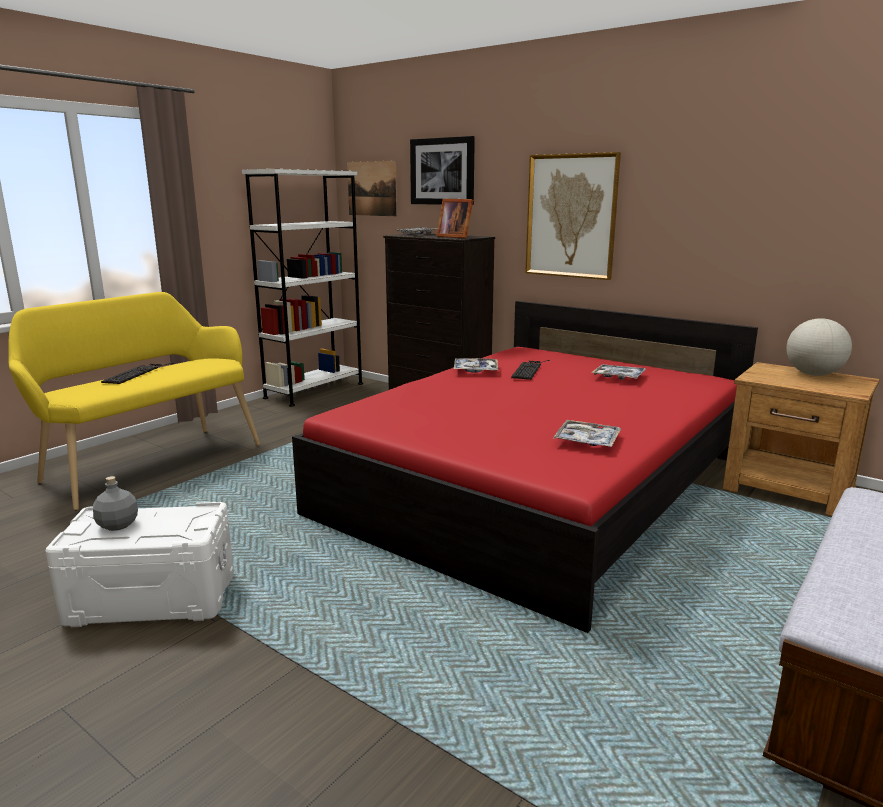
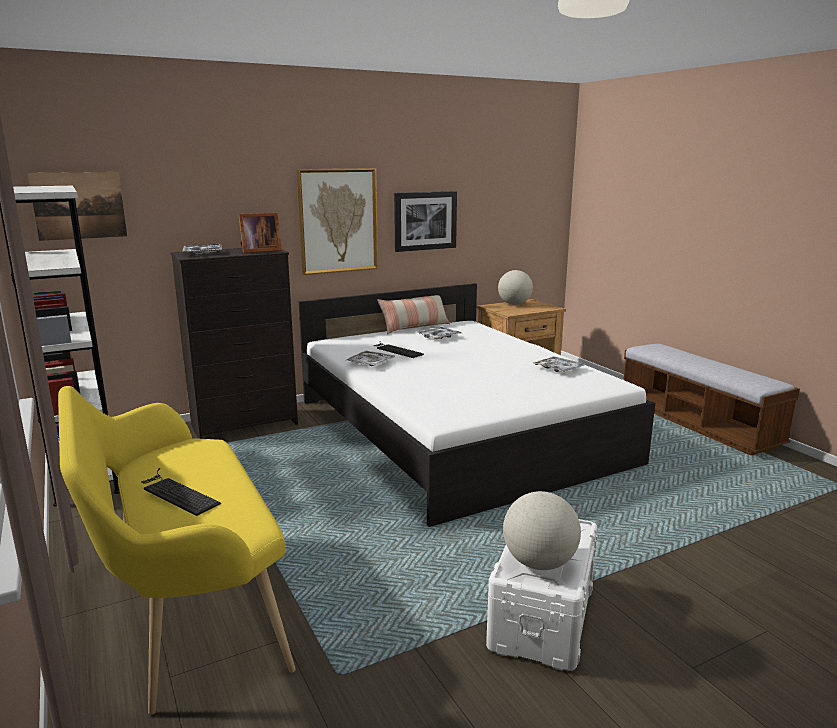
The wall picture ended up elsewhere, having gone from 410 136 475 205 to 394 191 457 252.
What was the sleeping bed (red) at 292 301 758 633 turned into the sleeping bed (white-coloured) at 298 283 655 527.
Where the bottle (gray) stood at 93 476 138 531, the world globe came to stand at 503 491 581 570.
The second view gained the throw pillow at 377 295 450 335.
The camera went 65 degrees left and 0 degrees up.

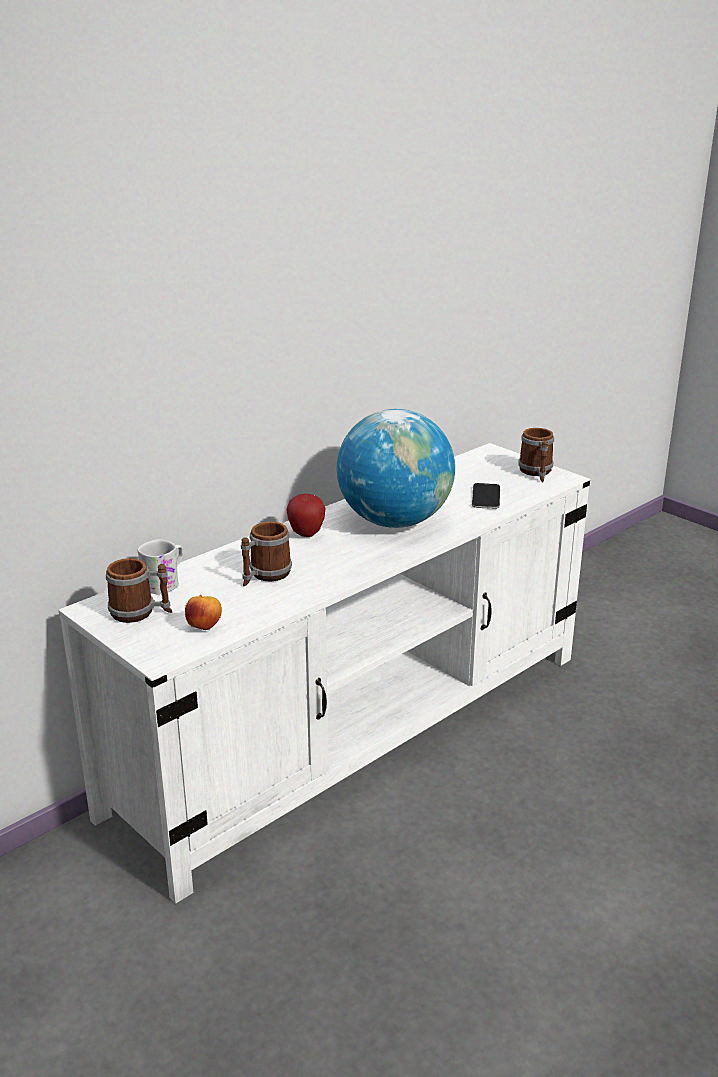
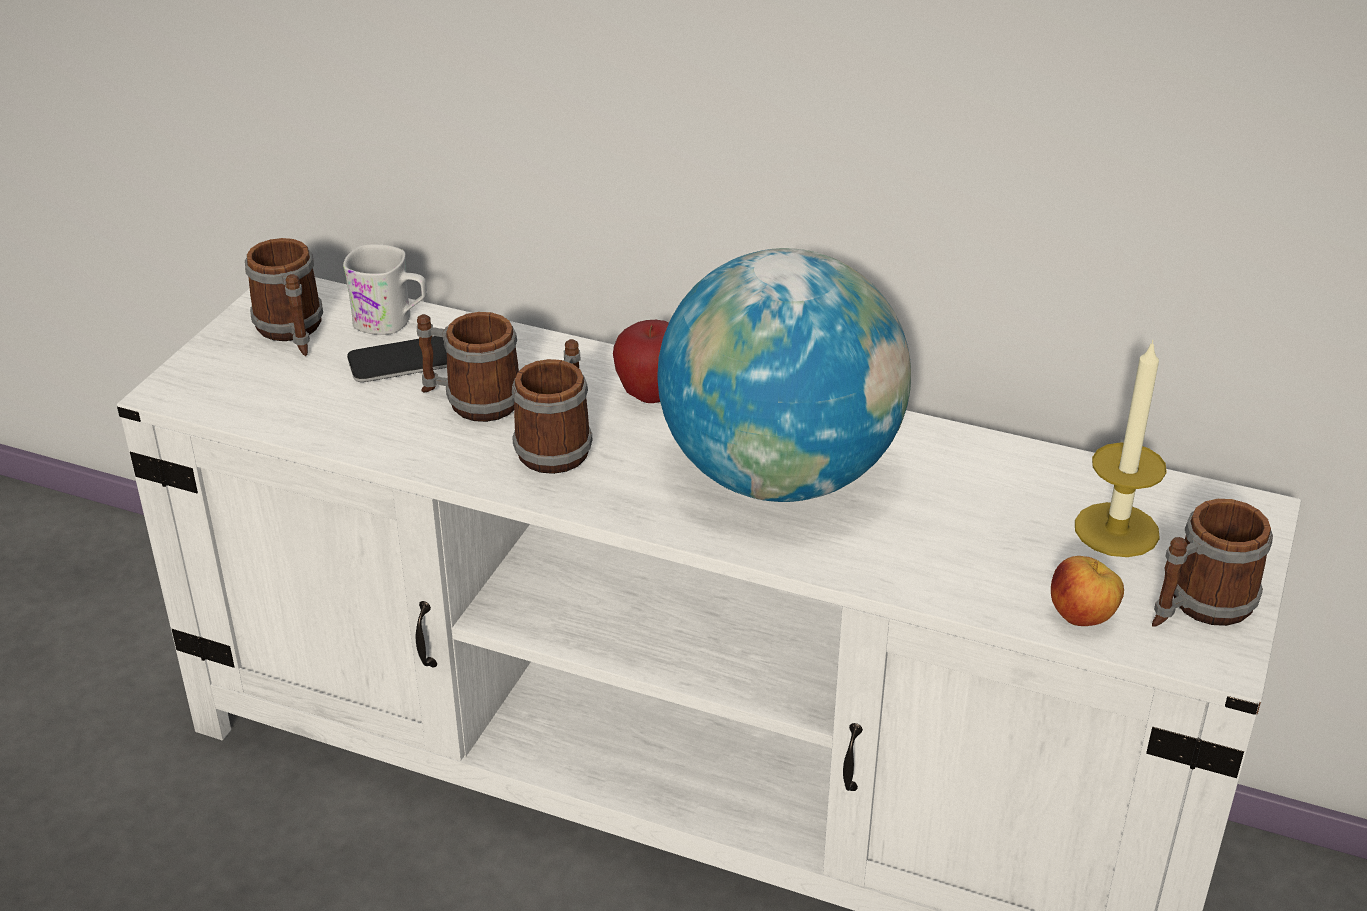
The handset ended up elsewhere, having gone from 472 483 500 509 to 347 336 447 382.
The apple ended up elsewhere, having gone from 185 595 222 630 to 1051 556 1124 626.
The second view gained the tea mug at 512 339 592 474.
The second view gained the wax light at 1075 340 1167 557.
The camera went 65 degrees right and 10 degrees up.

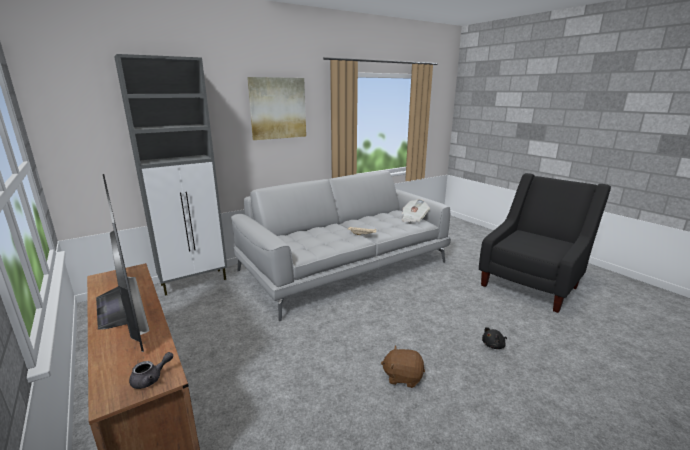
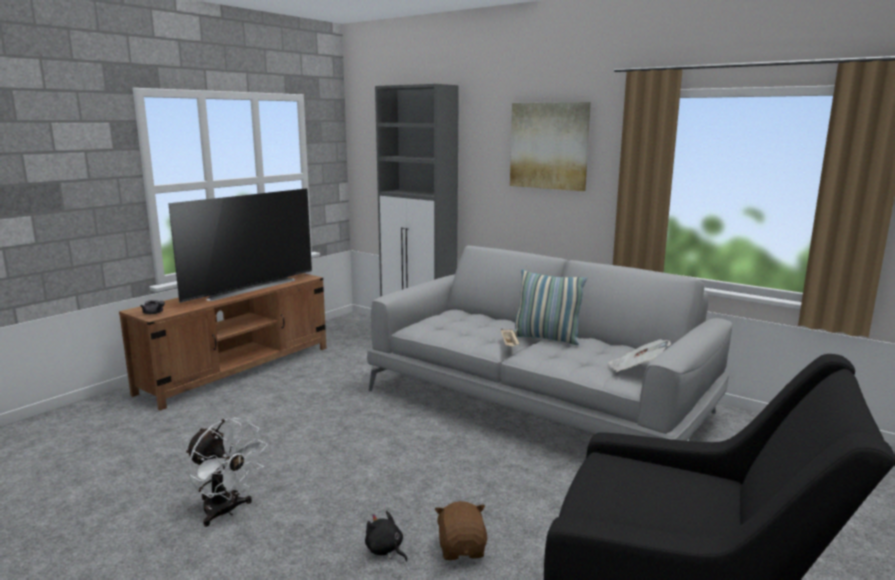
The soft toy (brownish) ended up elsewhere, having gone from 381 346 425 388 to 435 501 487 560.
The second view gained the throw pillow at 514 269 587 345.
The second view gained the fan (white-coloured) at 186 418 268 527.
The camera went 70 degrees right and 5 degrees down.

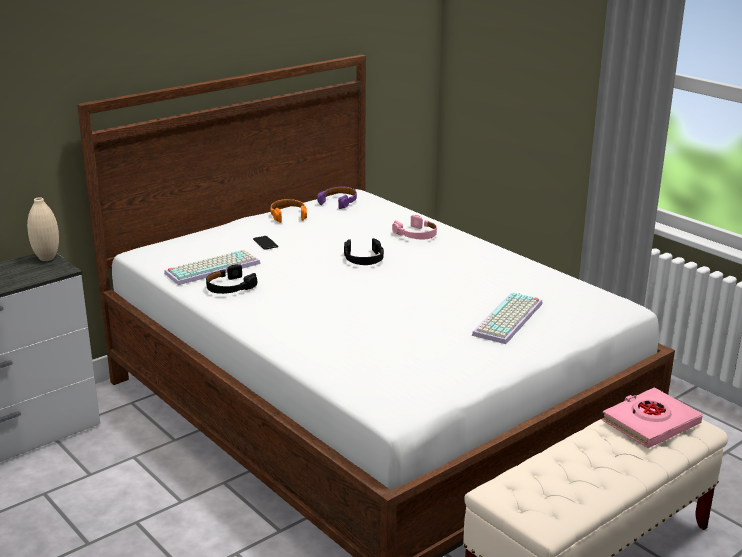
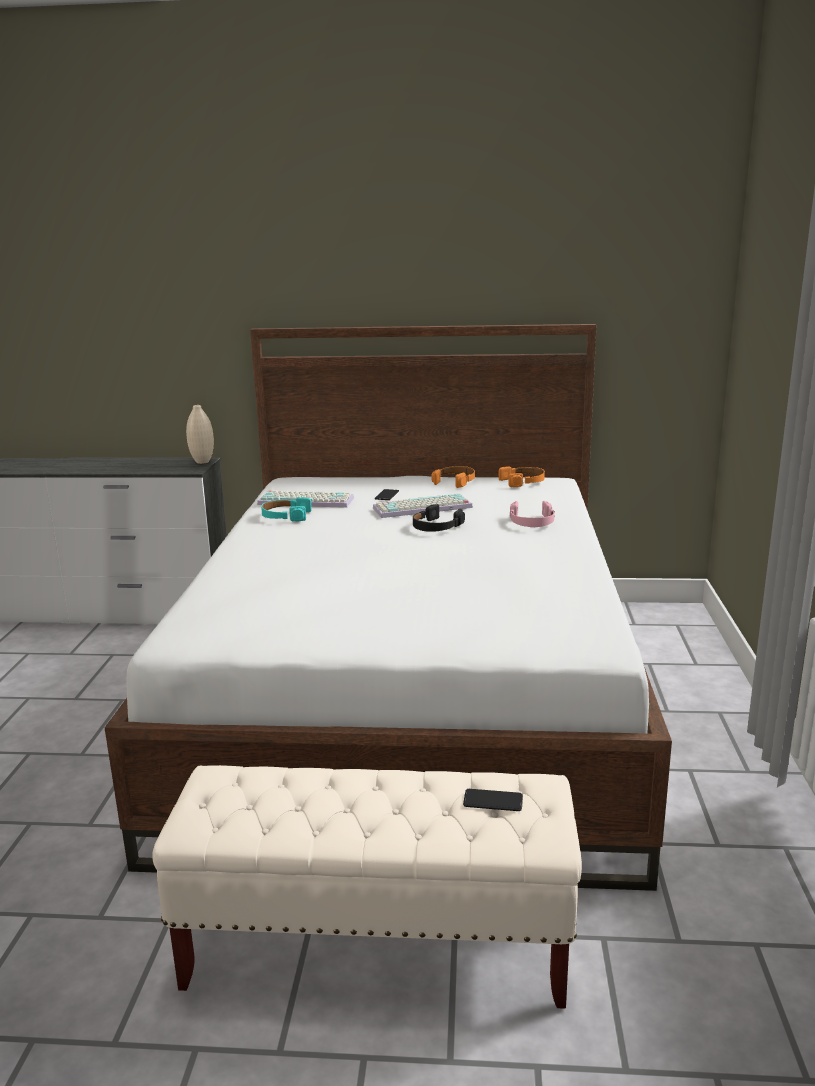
What was the pair of headphones (purple-coloured) at 317 187 357 209 turned into the pair of headphones (orange) at 498 466 545 487.
What was the pair of headphones (black) at 206 264 257 294 turned into the pair of headphones (turquoise-coloured) at 261 497 312 521.
The keyboard ended up elsewhere, having gone from 472 292 543 344 to 373 494 473 518.
Where the volume (pink) stood at 601 387 703 448, the handset came to stand at 463 789 523 811.
The camera went 45 degrees right and 5 degrees down.

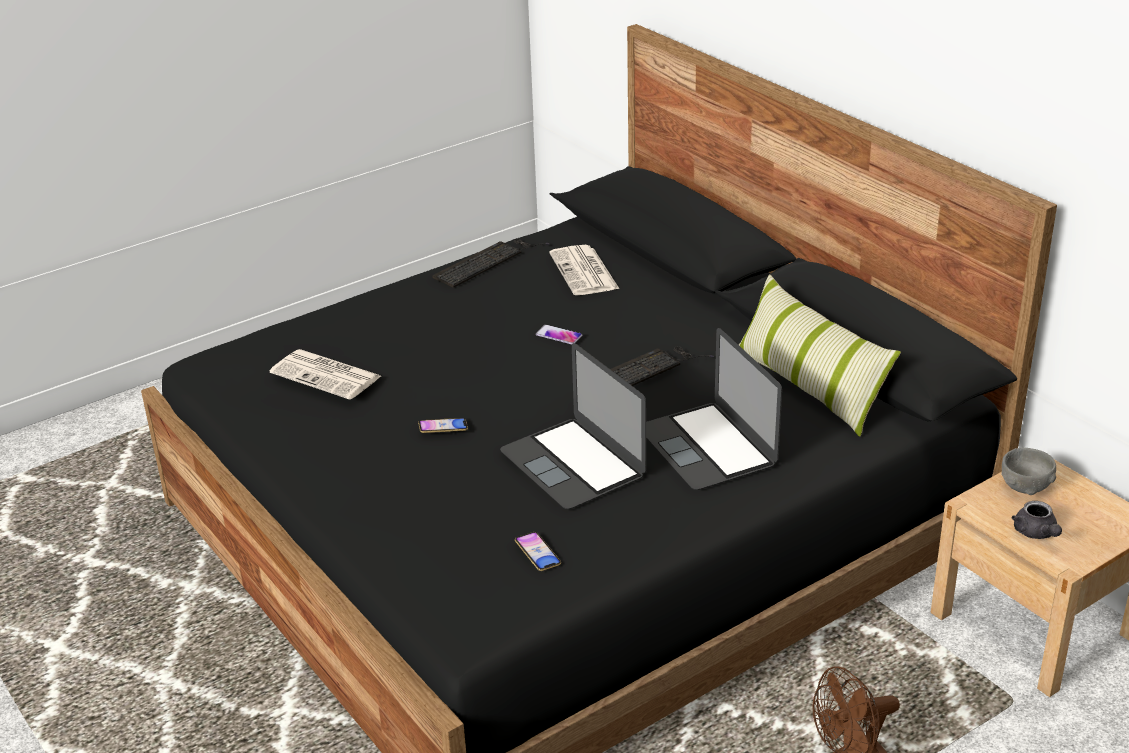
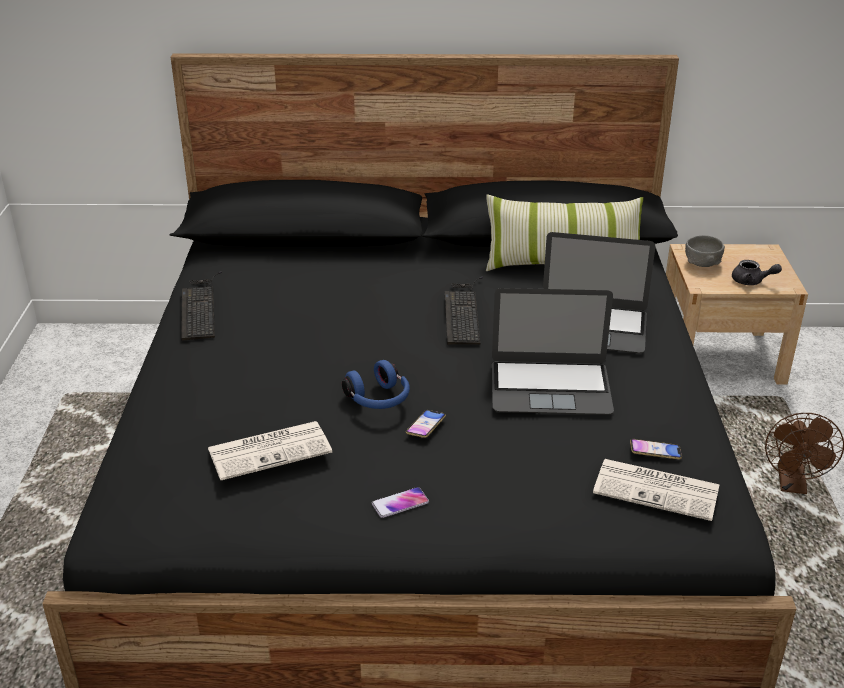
The newspaper ended up elsewhere, having gone from 549 245 619 295 to 593 459 720 521.
The handset ended up elsewhere, having gone from 536 324 582 345 to 372 487 429 518.
The second view gained the pair of headphones (blue) at 342 360 410 409.
The camera went 55 degrees left and 0 degrees up.

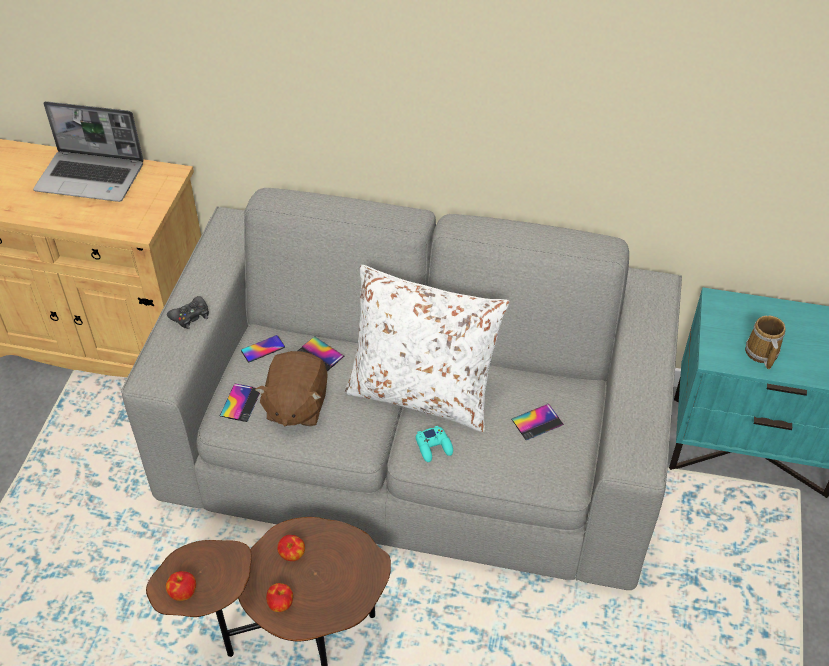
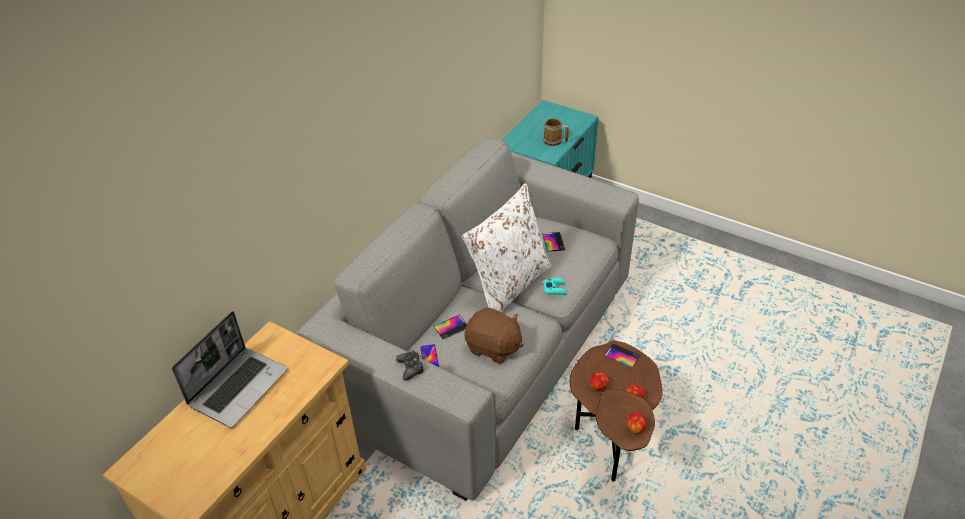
The handset ended up elsewhere, having gone from 220 383 260 422 to 604 343 640 368.
The camera went 70 degrees left and 5 degrees down.

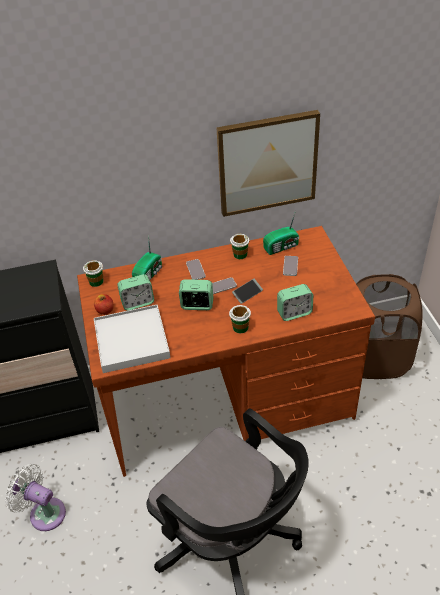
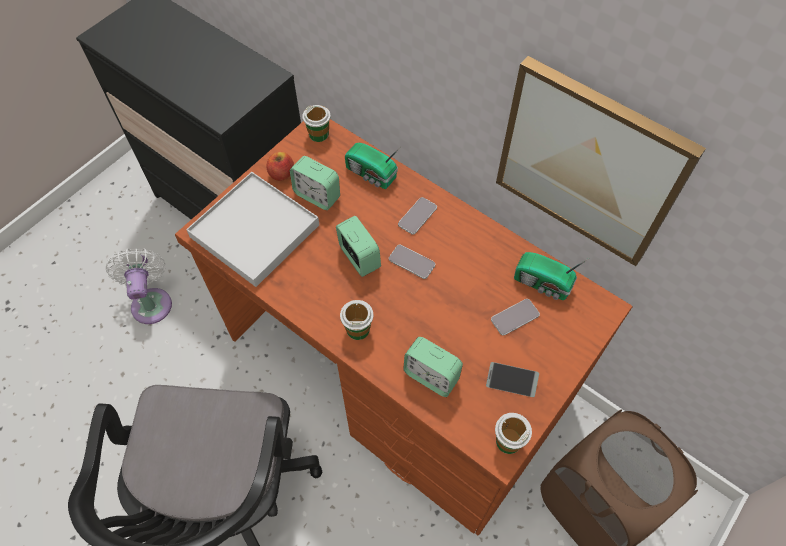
The cup ended up elsewhere, having gone from 230 234 249 259 to 495 413 532 454.
The radio set at 132 235 162 280 ended up facing another way, 45 degrees clockwise from before.
The handset ended up elsewhere, having gone from 232 279 263 304 to 486 362 539 397.
The camera went 50 degrees right and 15 degrees up.

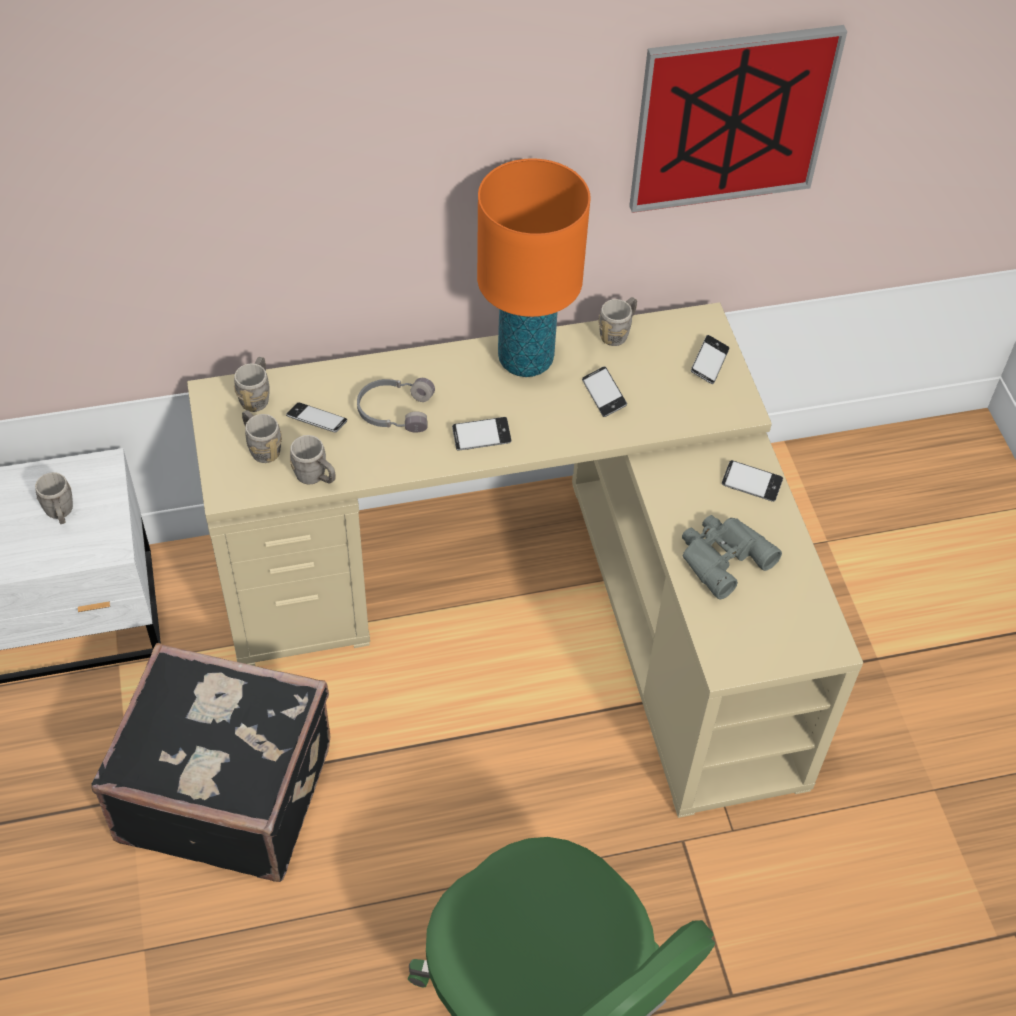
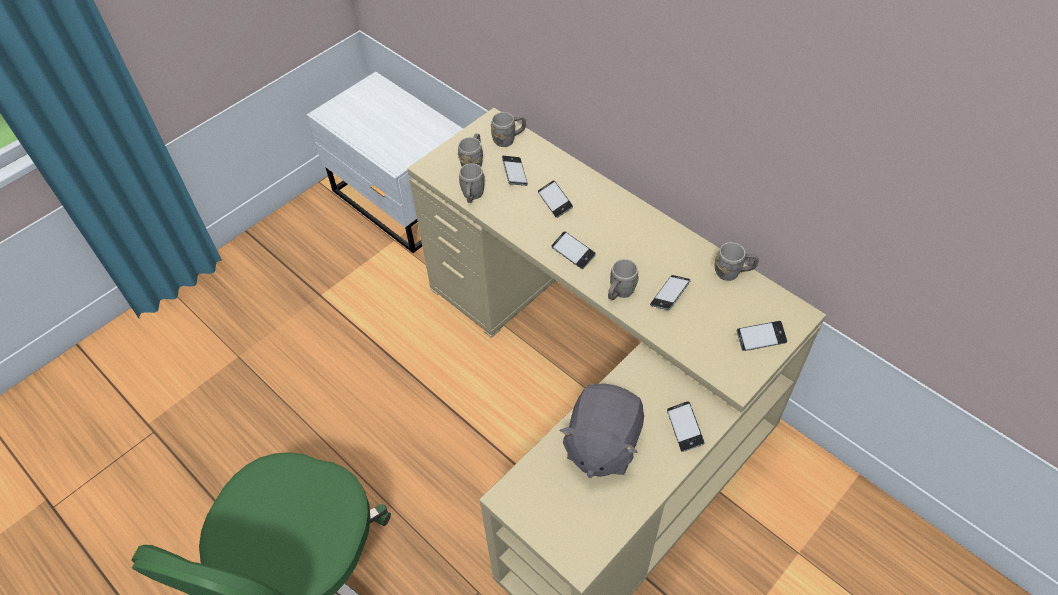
The second view lost the wall picture at 629 25 847 213.
The second view lost the tabletop lamp (orange) at 477 158 591 377.
Where the pair of headphones (gray) stood at 357 378 435 432, the handset came to stand at 538 180 573 218.
The tea mug (gray) ended up elsewhere, having gone from 35 472 73 524 to 608 259 639 300.
Where the pair of binoculars (gray) stood at 682 515 782 599, the soft toy (gray) came to stand at 559 383 644 478.
The second view lost the piece of luggage (black) at 91 643 330 882.
The camera went 60 degrees right and 0 degrees up.

